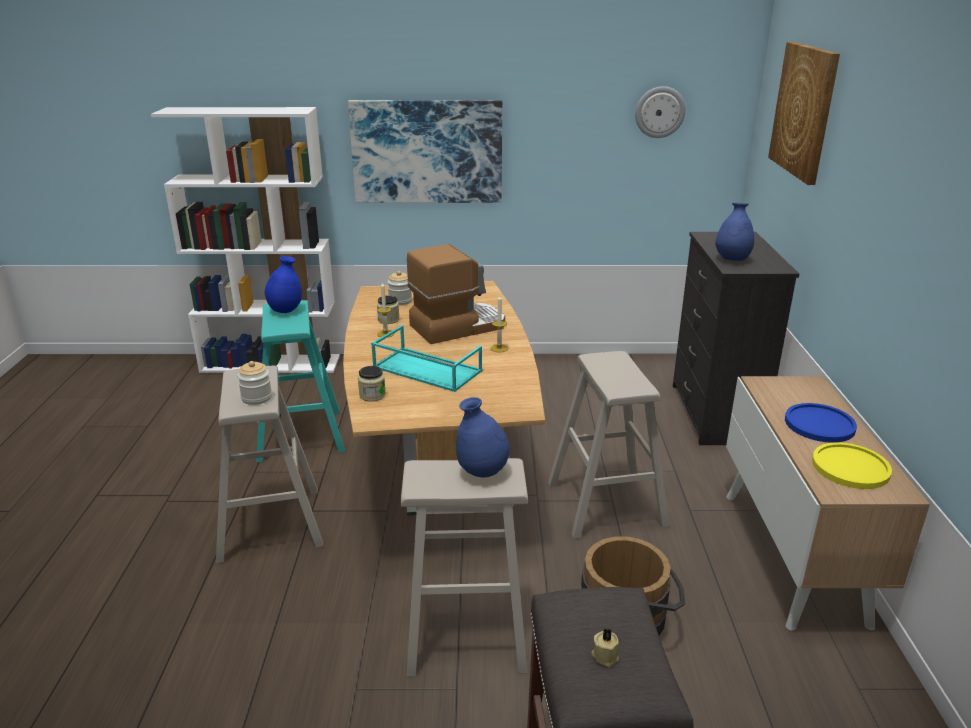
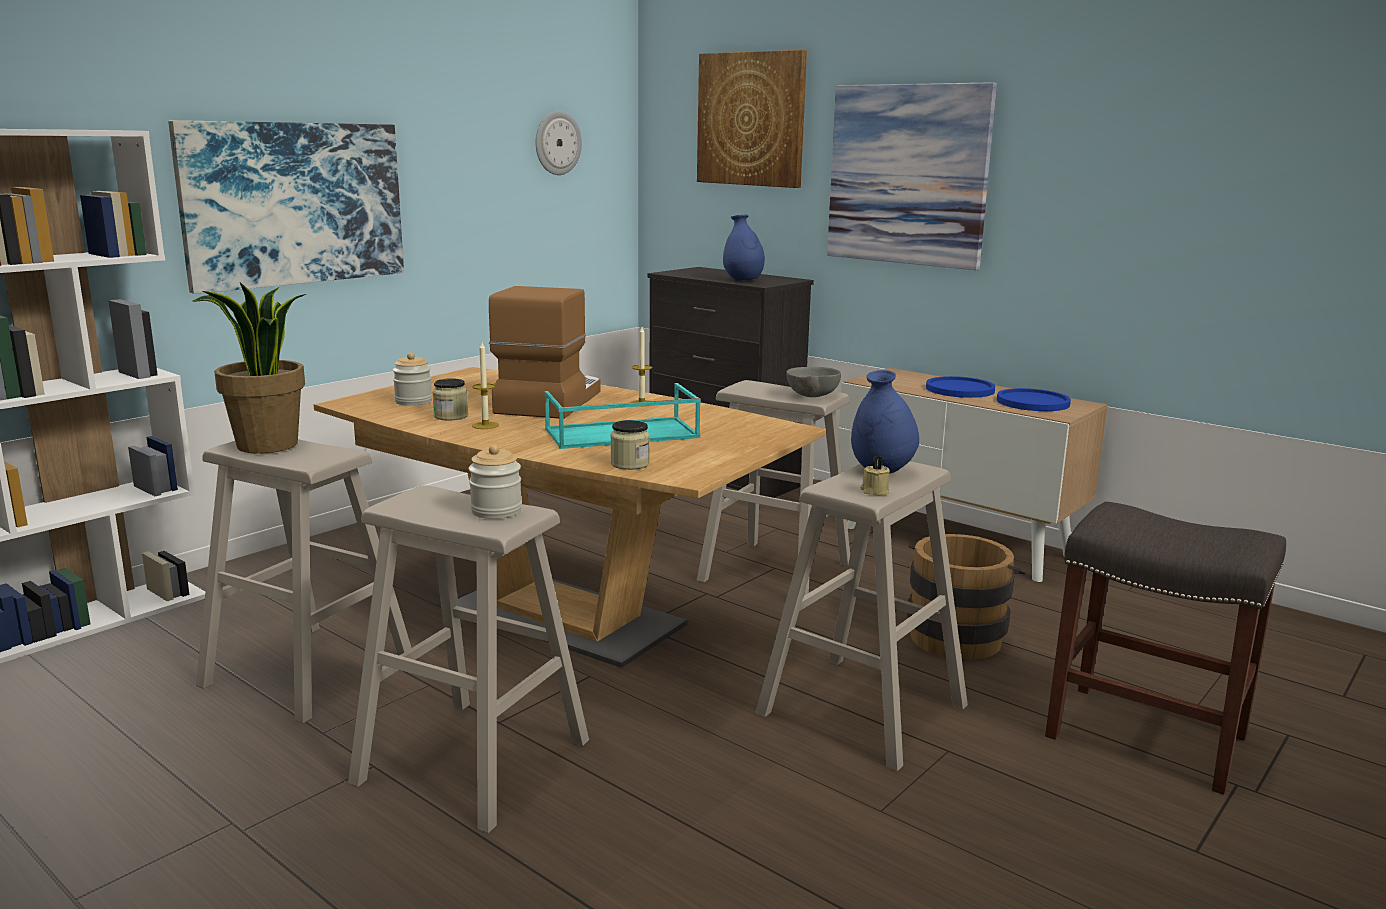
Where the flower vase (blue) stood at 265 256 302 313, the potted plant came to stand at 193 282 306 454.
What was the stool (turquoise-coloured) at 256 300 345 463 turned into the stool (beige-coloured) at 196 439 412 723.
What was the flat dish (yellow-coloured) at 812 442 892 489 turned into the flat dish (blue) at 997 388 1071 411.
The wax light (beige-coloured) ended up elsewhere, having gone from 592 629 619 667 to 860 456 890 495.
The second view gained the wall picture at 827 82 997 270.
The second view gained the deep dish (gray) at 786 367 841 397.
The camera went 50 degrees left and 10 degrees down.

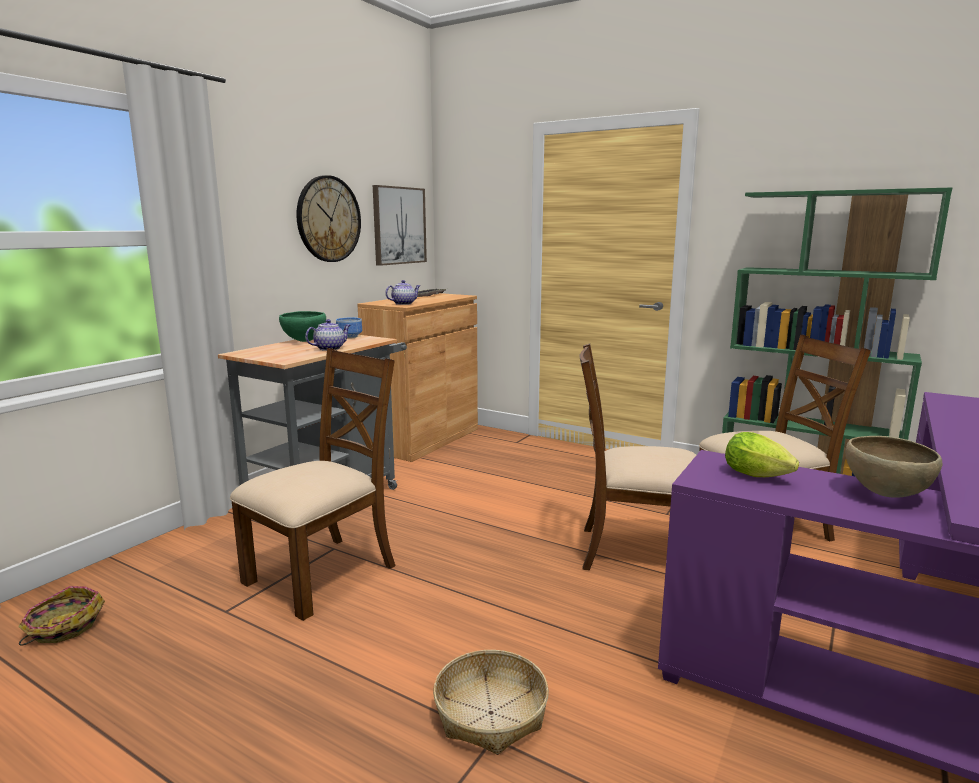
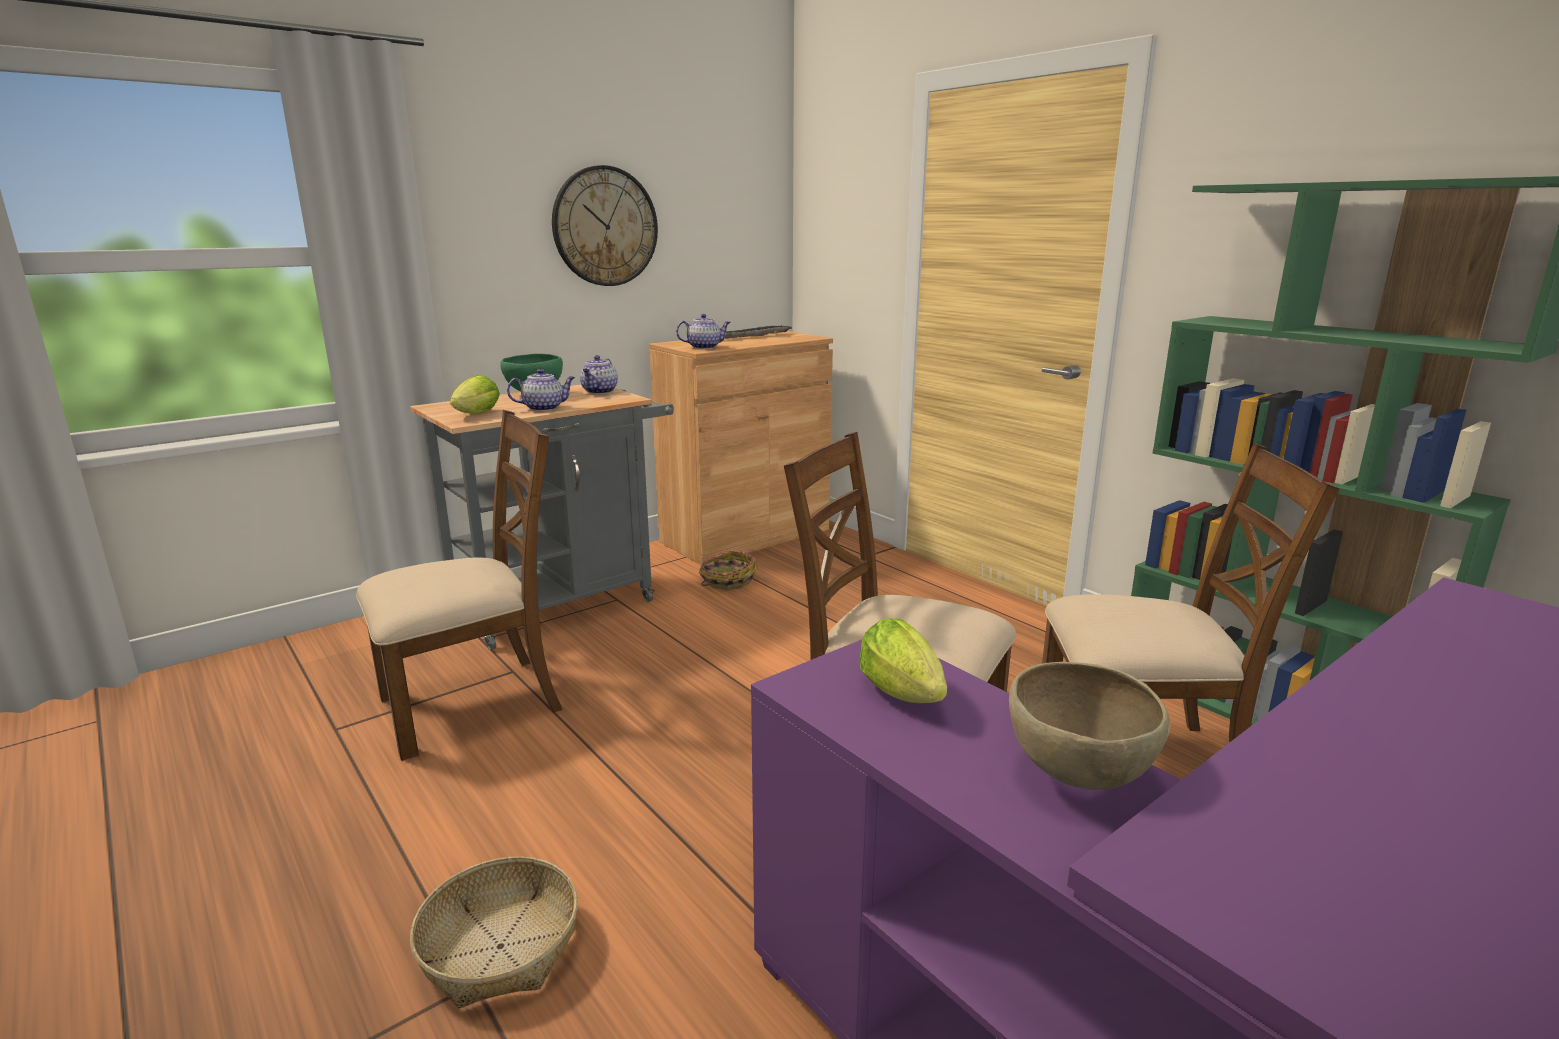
The second view lost the wall picture at 373 185 427 266.
Where the deep dish stood at 336 317 362 338, the tea pot came to stand at 580 355 618 394.
The household basket ended up elsewhere, having gone from 19 586 105 646 to 699 550 758 590.
The second view gained the lettuce head at 450 375 500 414.
The camera went 20 degrees right and 5 degrees up.

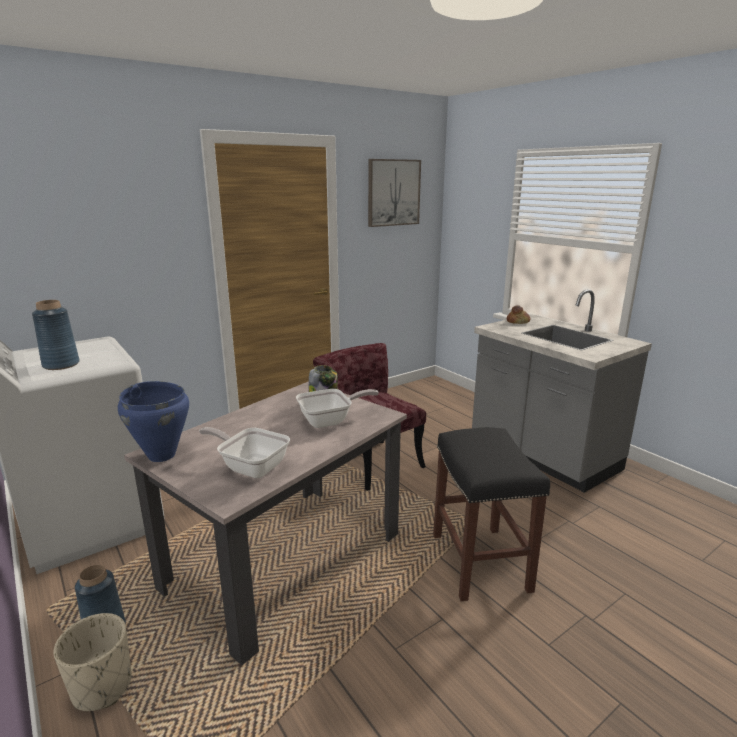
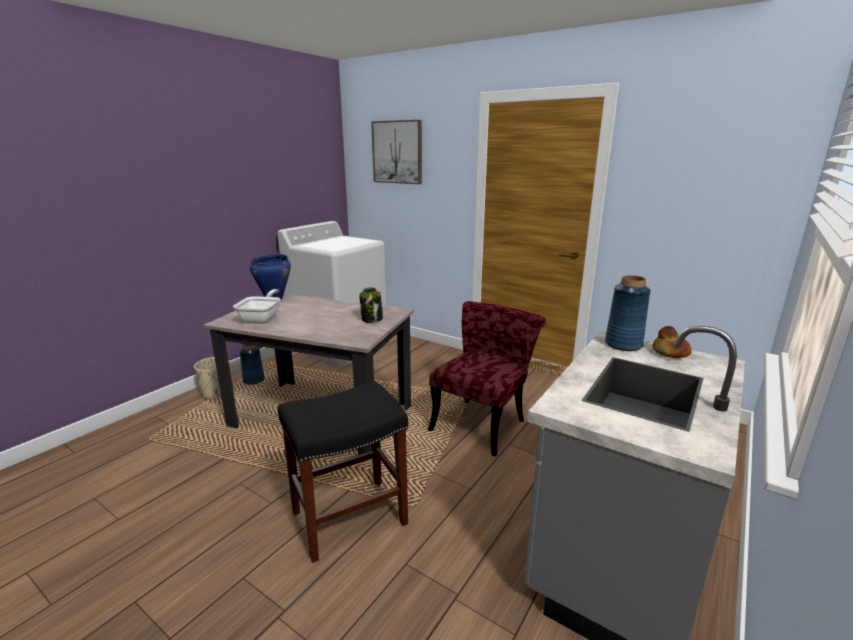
The wall picture ended up elsewhere, having gone from 368 159 421 227 to 371 120 422 184.
The flower vase (blue) ended up elsewhere, having gone from 32 300 80 370 to 605 275 651 351.
The second view lost the frying pan at 296 389 379 428.
The camera went 70 degrees right and 0 degrees up.

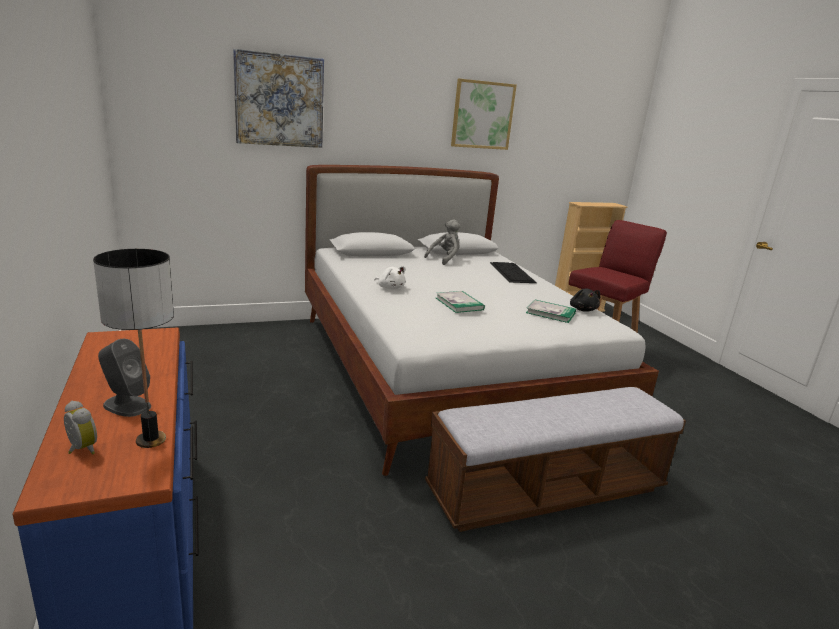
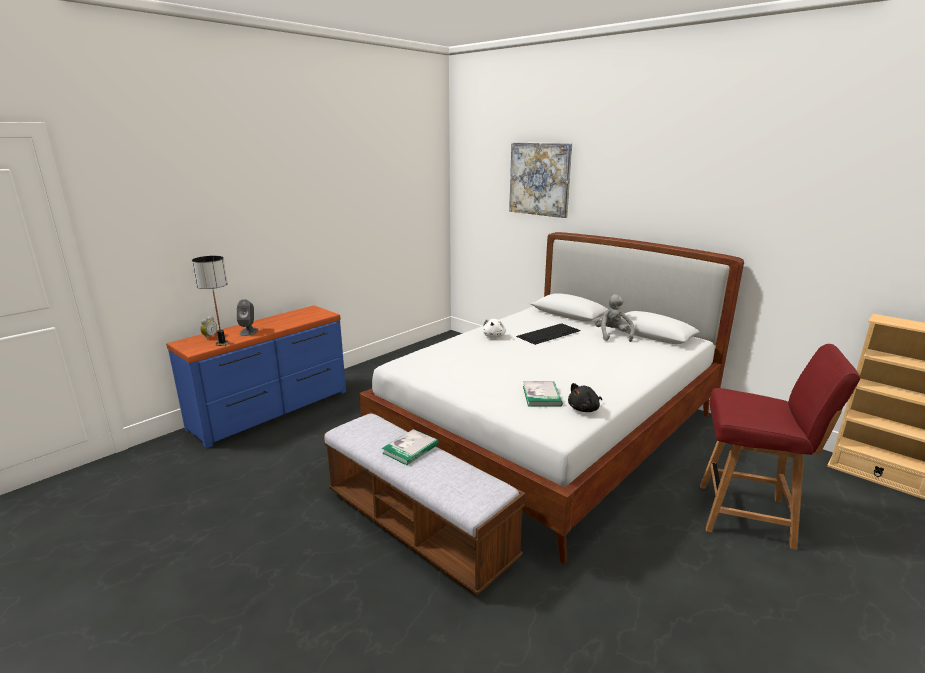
The second view lost the wall picture at 451 79 517 150.
The soft toy (gray) at 424 219 461 265 ended up facing another way, 105 degrees counterclockwise from before.
The keyboard ended up elsewhere, having gone from 490 262 537 283 to 516 323 581 345.
The volume ended up elsewhere, having gone from 436 291 485 313 to 382 429 439 465.
The camera went 65 degrees right and 0 degrees up.

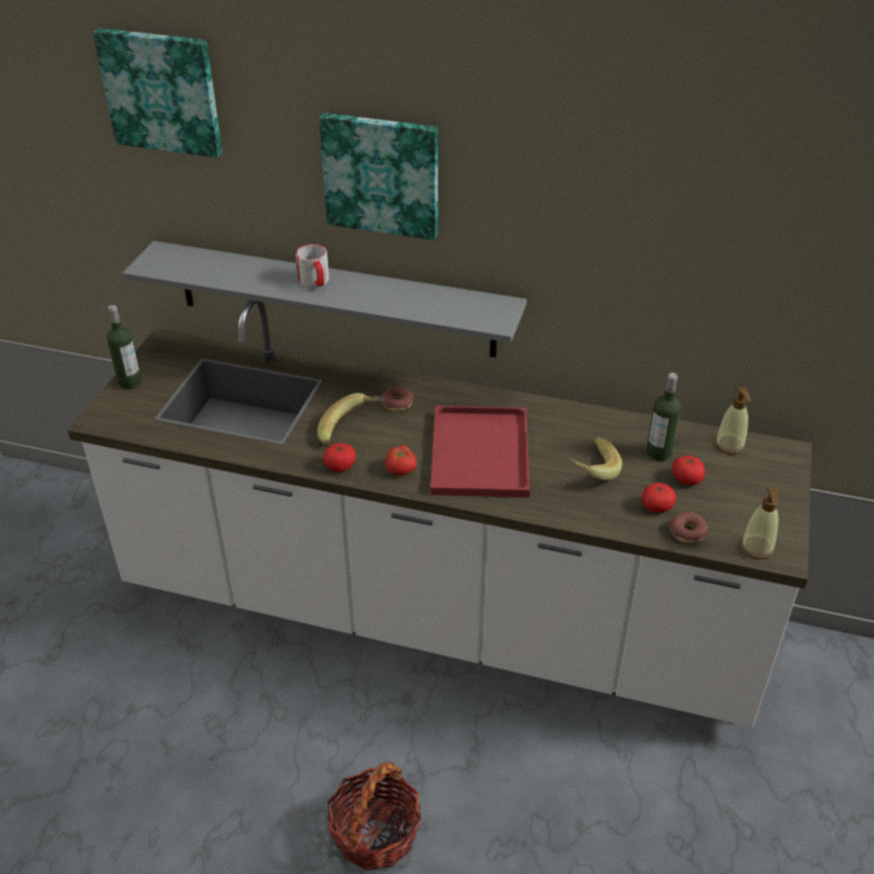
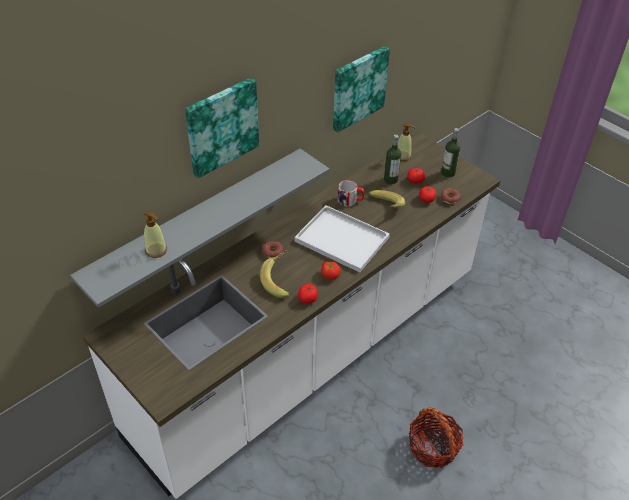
The wall picture ended up elsewhere, having gone from 93 28 222 158 to 333 46 390 133.
The tea mug ended up elsewhere, having gone from 295 244 329 287 to 338 180 364 207.
The bottle ended up elsewhere, having gone from 107 305 142 389 to 441 128 460 178.
What was the serving tray (red) at 430 406 530 498 turned into the serving tray (white-coloured) at 294 205 390 273.
The liquid soap bottle ended up elsewhere, having gone from 740 487 779 559 to 144 210 167 258.
The camera went 60 degrees left and 5 degrees up.

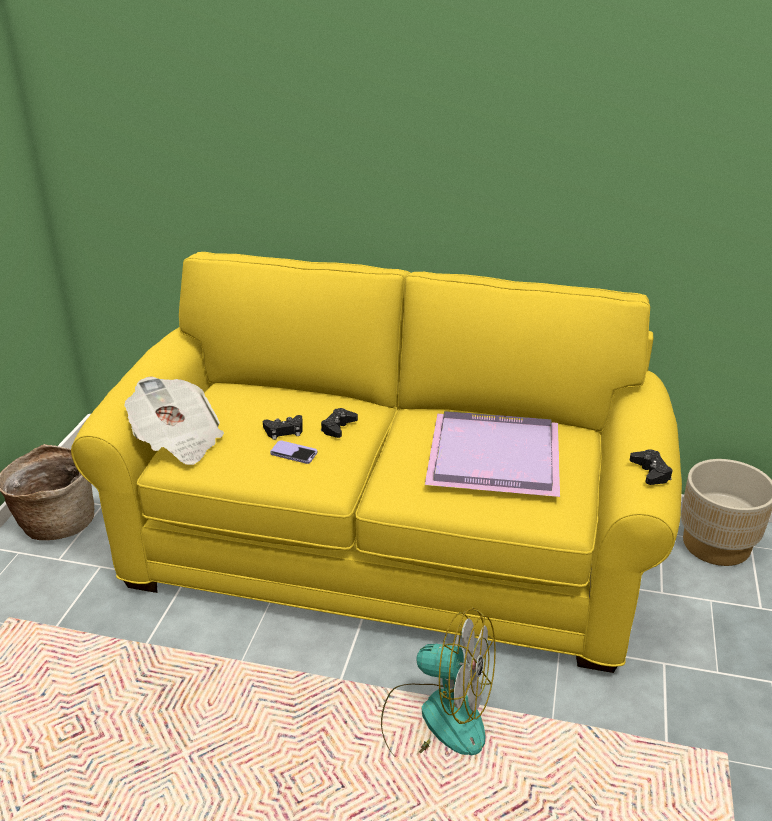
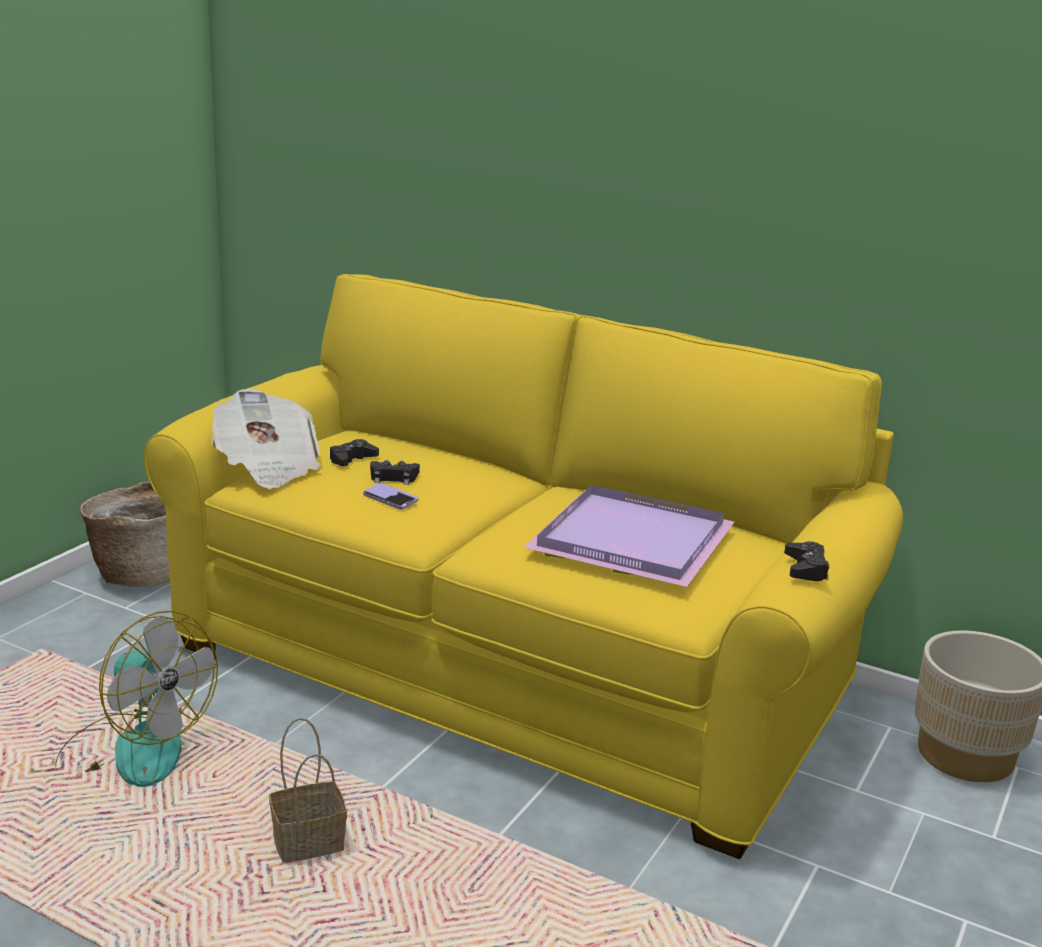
The gamepad (black) ended up elsewhere, having gone from 321 408 358 438 to 330 439 379 466.
The fan ended up elsewhere, having gone from 381 607 496 760 to 55 611 218 787.
The second view gained the household basket at 269 718 347 863.
The camera went 15 degrees right and 10 degrees down.

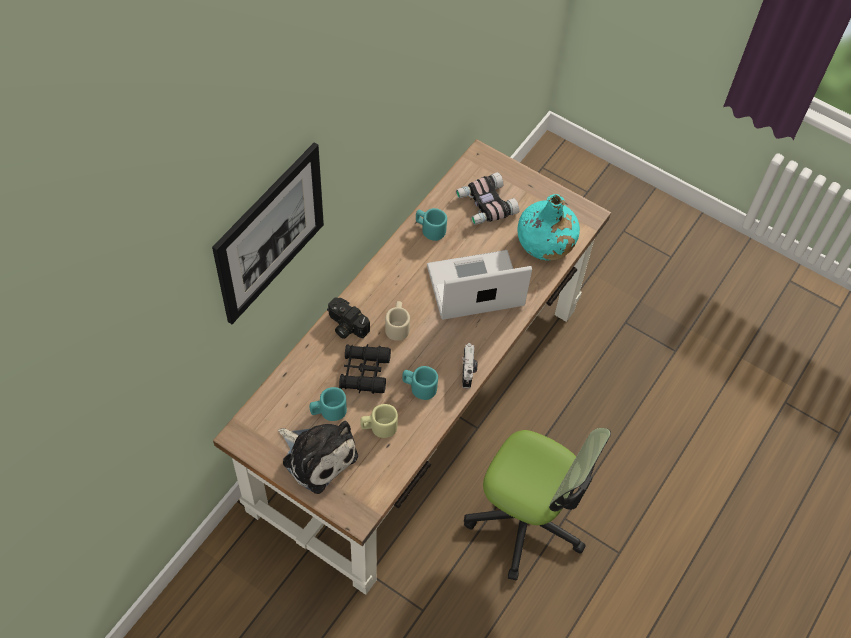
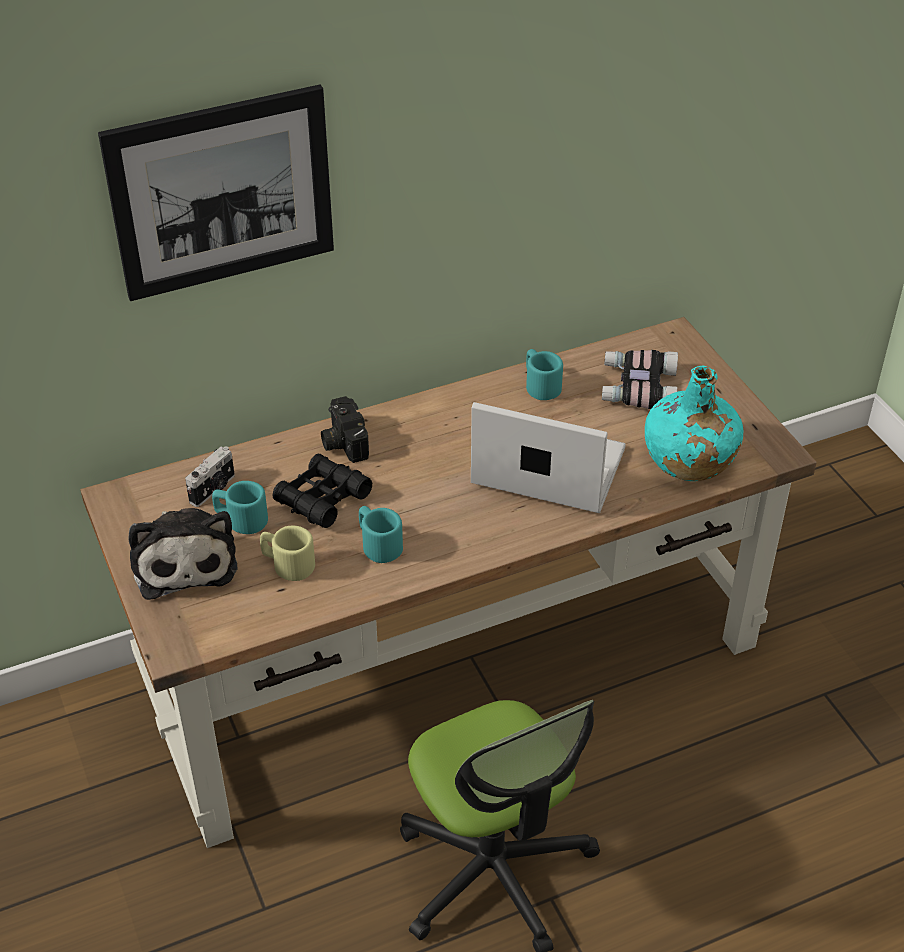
The second view lost the tea mug (beige-coloured) at 385 301 410 341.
The photo camera ended up elsewhere, having gone from 462 343 478 388 to 185 446 235 507.
The camera went 35 degrees right and 15 degrees down.

